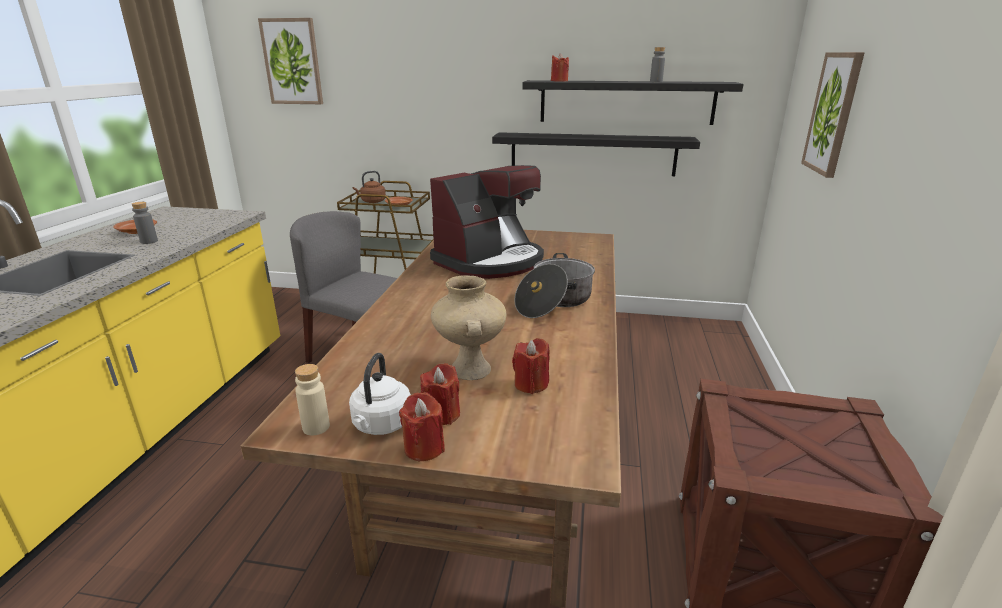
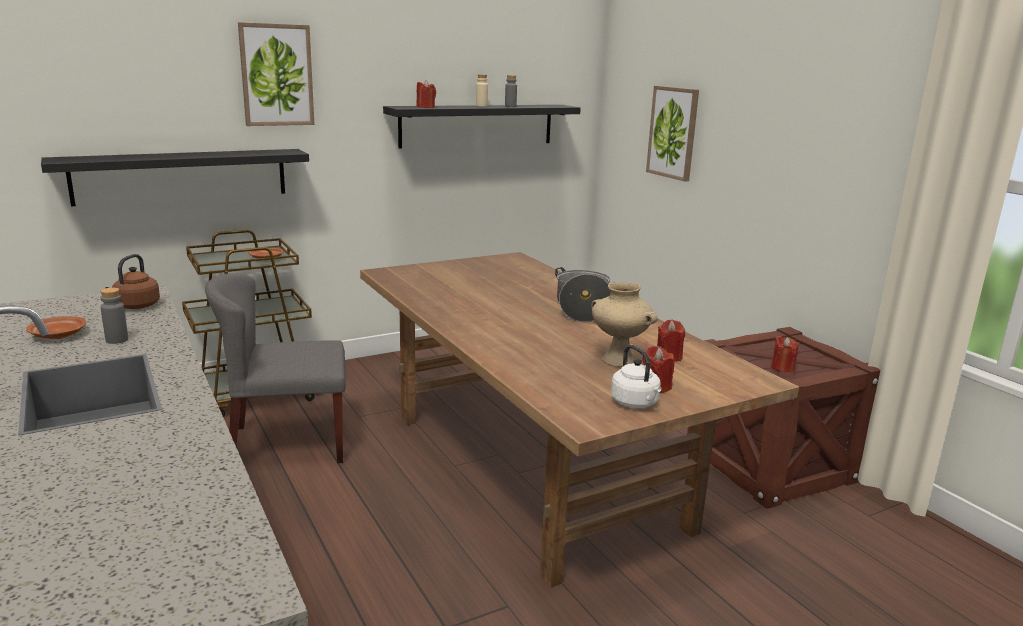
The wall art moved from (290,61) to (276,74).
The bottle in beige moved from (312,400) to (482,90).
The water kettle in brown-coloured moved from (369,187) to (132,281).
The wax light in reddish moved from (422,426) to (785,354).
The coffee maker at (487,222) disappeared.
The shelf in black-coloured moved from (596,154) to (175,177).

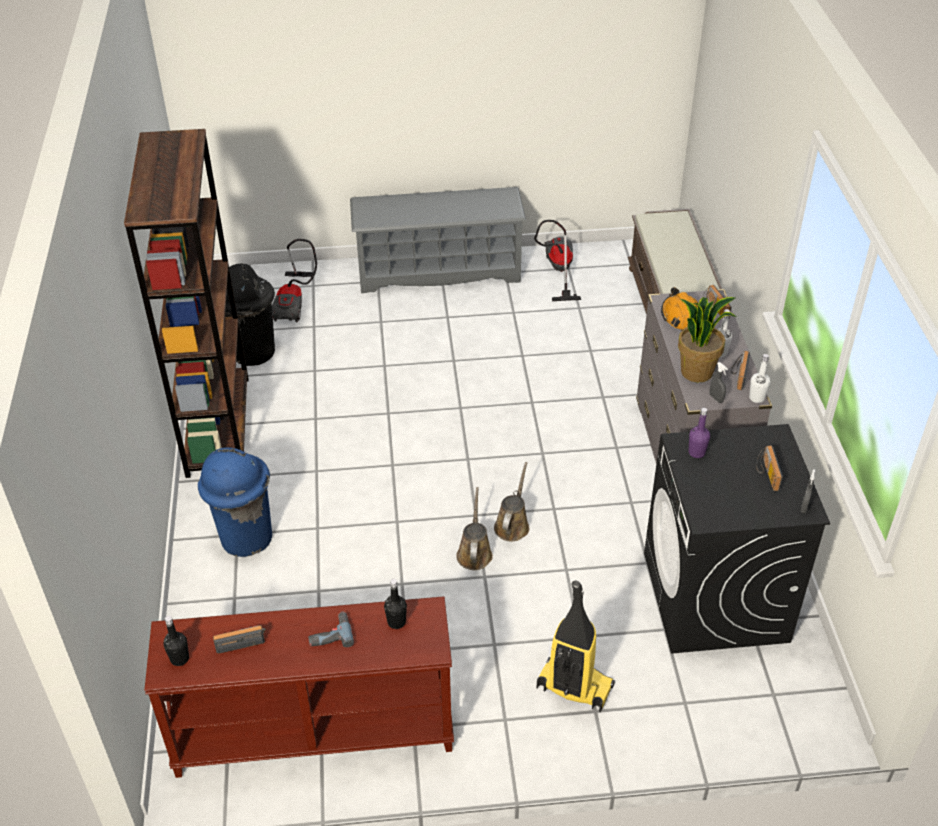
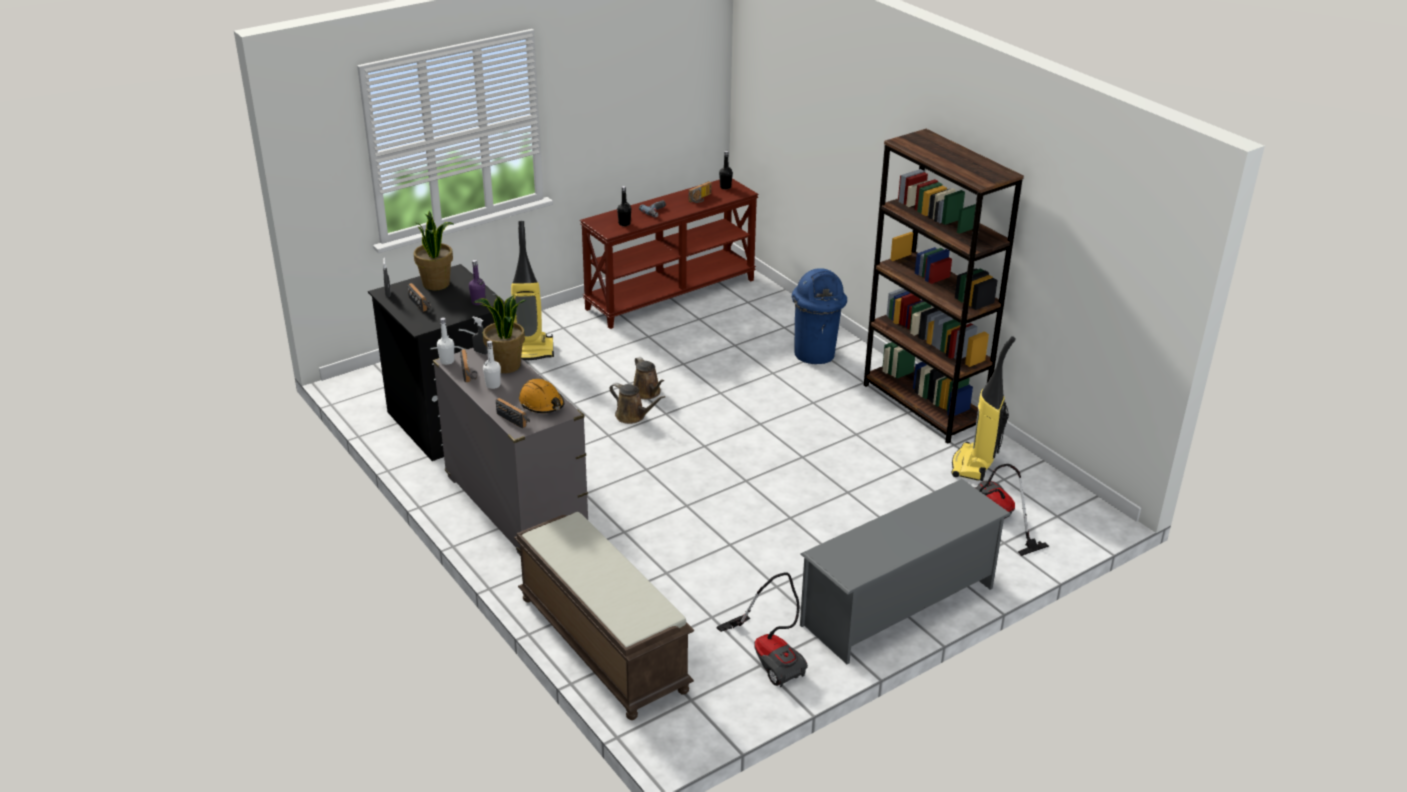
The trash can in black-coloured at (250,315) was replaced by the hoover at (983,408).
The watering pot in brown-coloured at (511,502) turned 45 degrees counterclockwise.
The plant in a pot at (434,250) appeared.

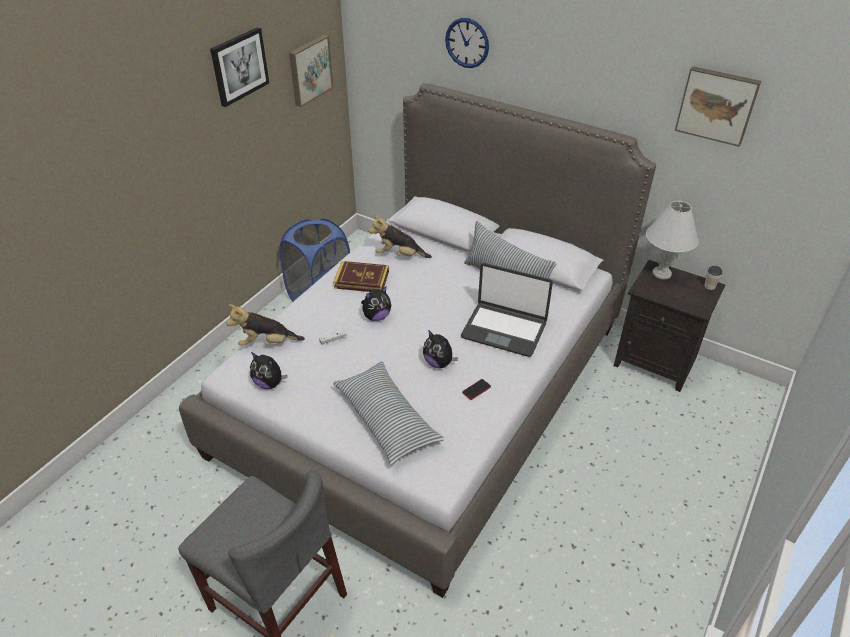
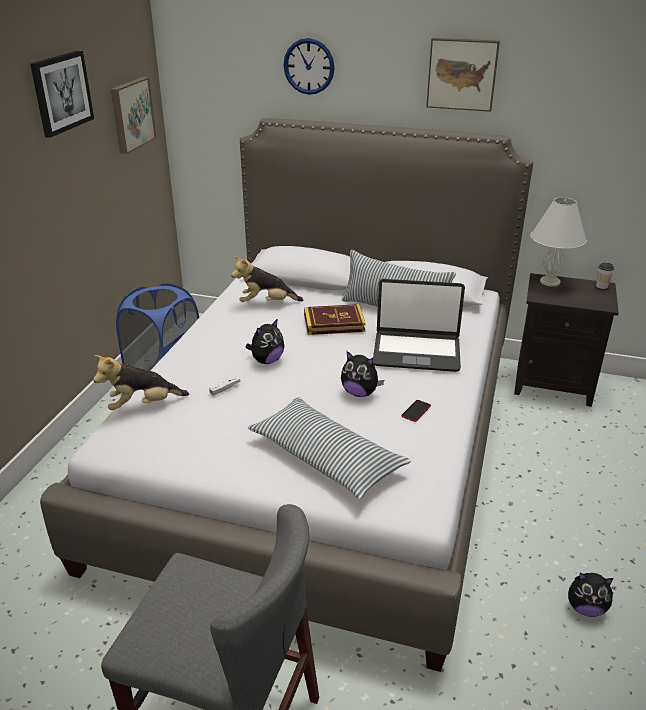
The cuddly toy moved from (269,370) to (591,595).
The bound book moved from (361,276) to (334,319).
The wall art moved from (718,106) to (463,75).

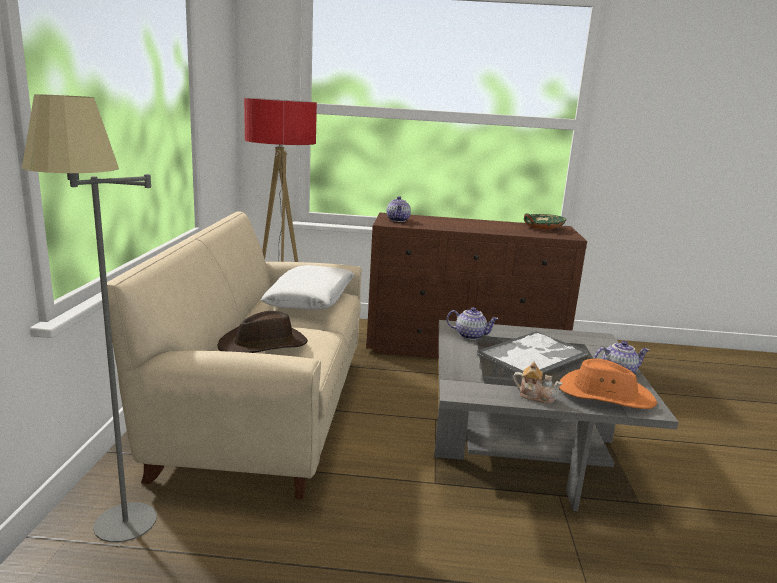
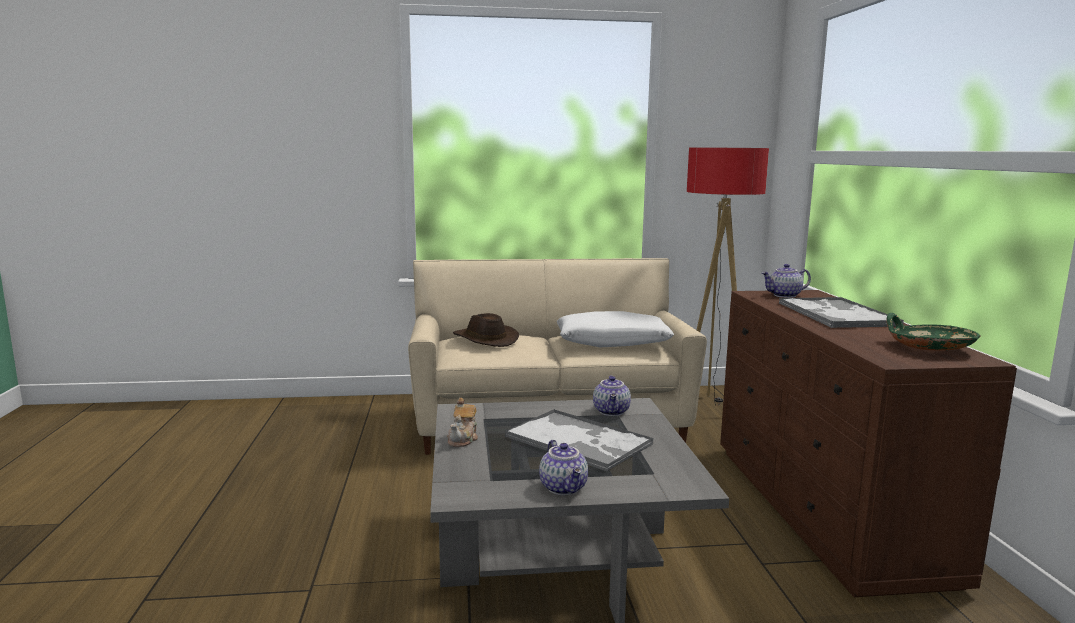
The standing lamp in gray at (89,318) disappeared.
The clothing hat in orangey at (608,384) disappeared.
The tray at (841,312) appeared.

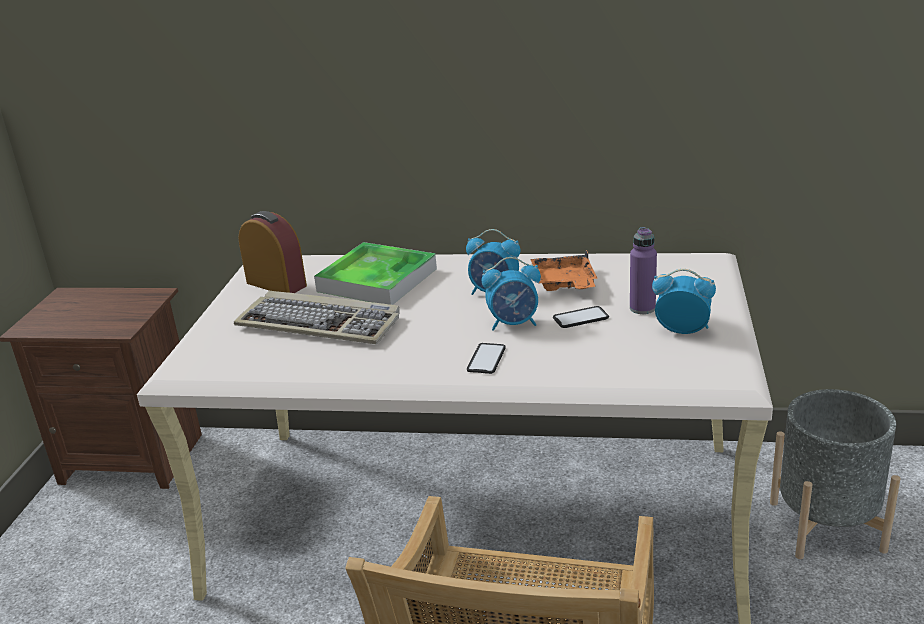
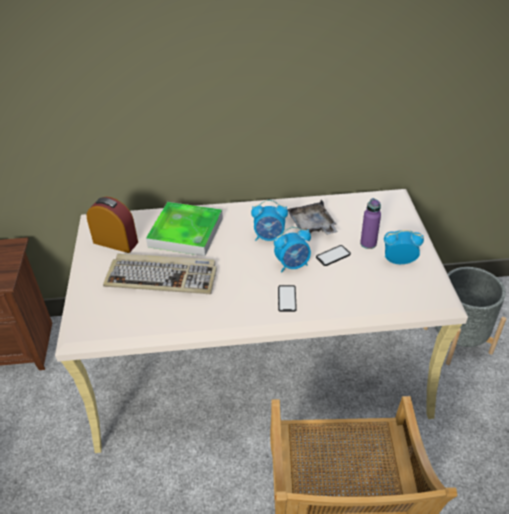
The tray in orangey at (563,270) became the tray in gray at (312,217).

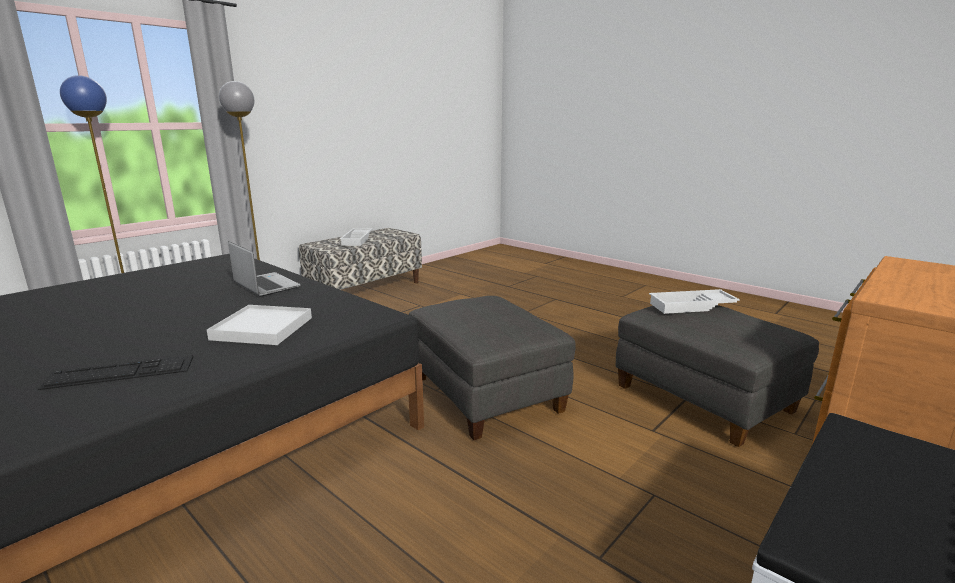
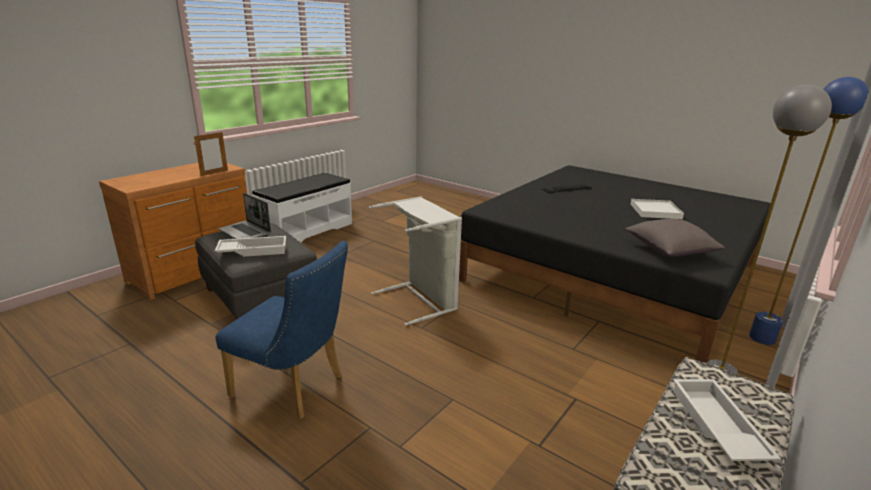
The tray in whitish moved from (259,325) to (657,209).
The portable computer moved from (264,269) to (244,216).
The pouffe in gray at (492,368) was replaced by the hamper in gray at (415,261).
The standing frame at (211,153) appeared.
The plain chair in blue at (282,330) appeared.
The throw pillow in gray at (675,238) appeared.

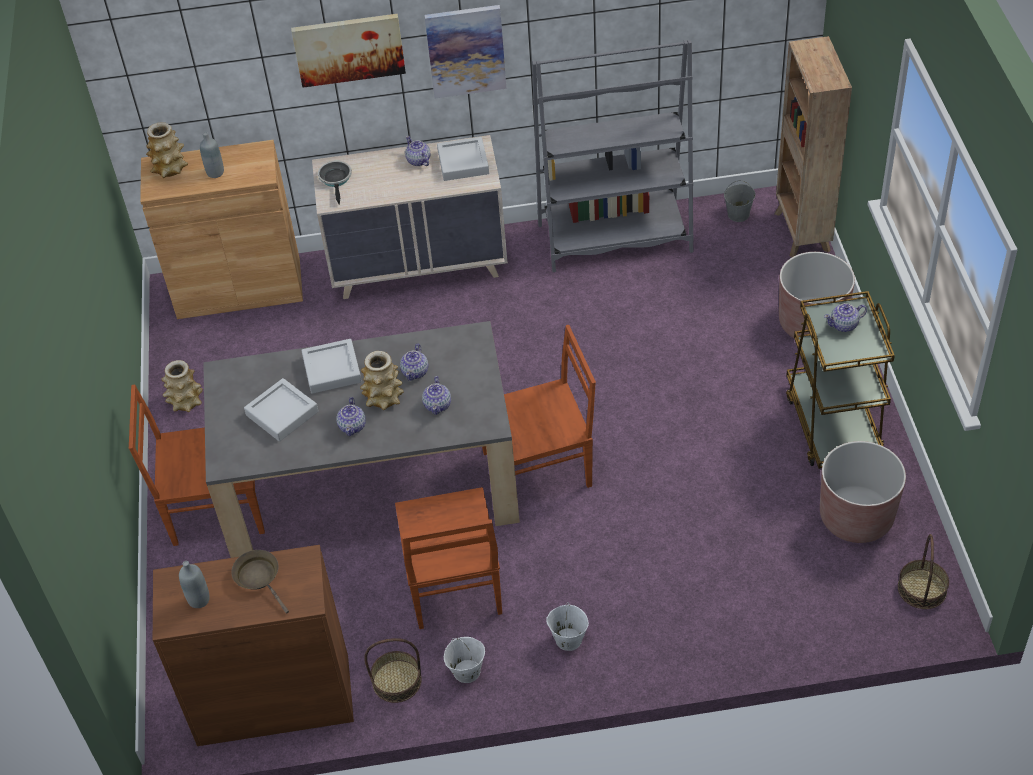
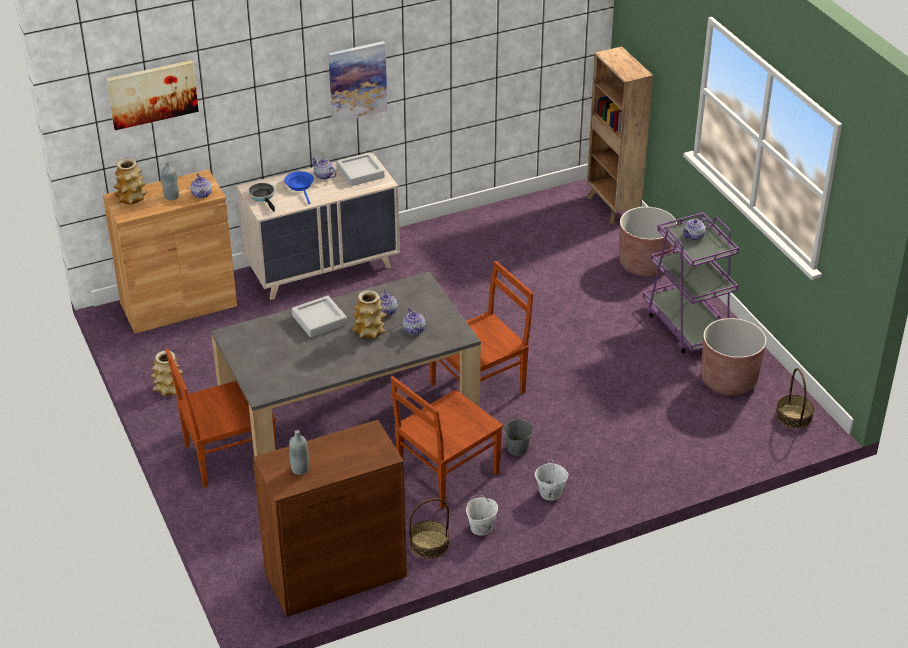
The skillet in brown-coloured at (260,581) disappeared.
The tray in gray at (281,410) disappeared.
The wall art moved from (348,51) to (152,95).
The teapot moved from (351,416) to (201,185).
The plain chair in brown-coloured at (448,558) turned 75 degrees clockwise.
The bookcase in gray at (613,156) disappeared.
The water bucket in gray moved from (739,201) to (518,436).
The cart in brown-coloured at (840,380) became the cart in purplish at (691,283).
The skillet in blue at (299,187) appeared.

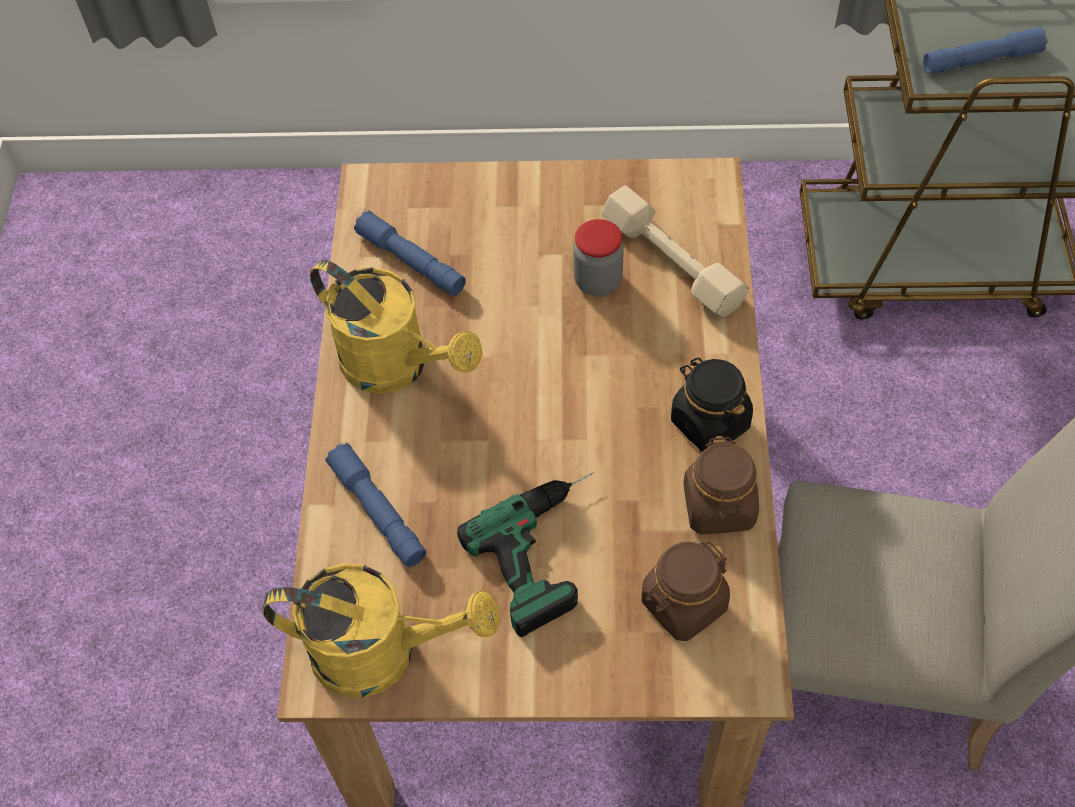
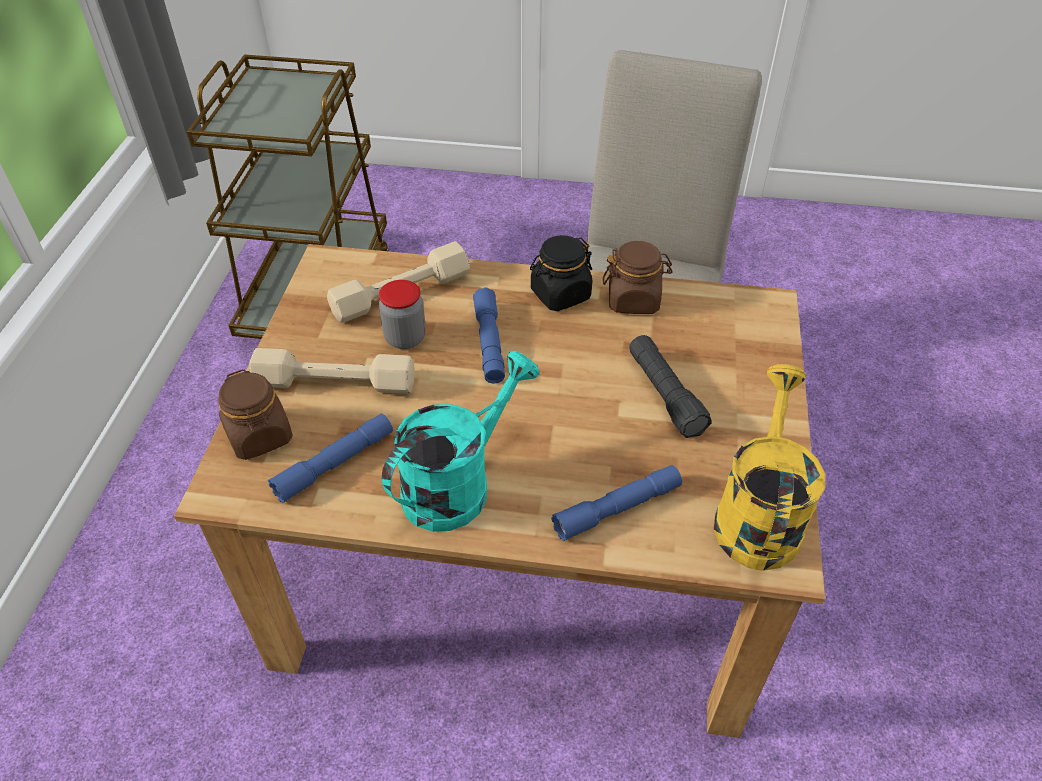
The watering pot in yellowish at (396,327) became the watering pot in blue-green at (461,441).
The drill at (525,554) was replaced by the hand torch in black-coloured at (670,386).
The storage jar in brown-coloured moved from (685,591) to (255,414).
The hand torch in blue moved from (985,50) to (489,335).
The free weight in beige at (332,371) appeared.

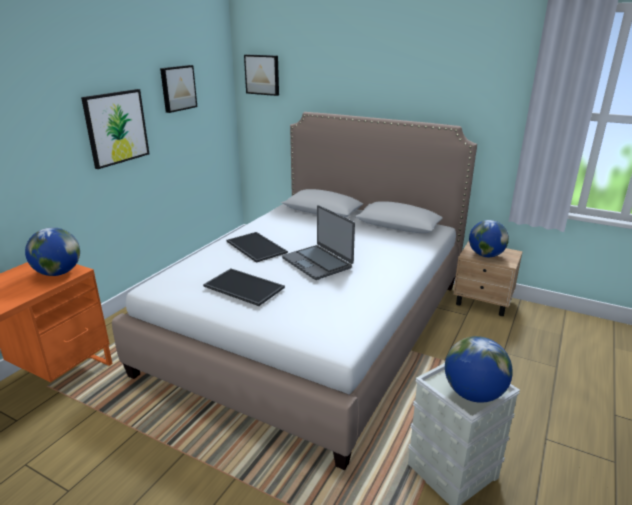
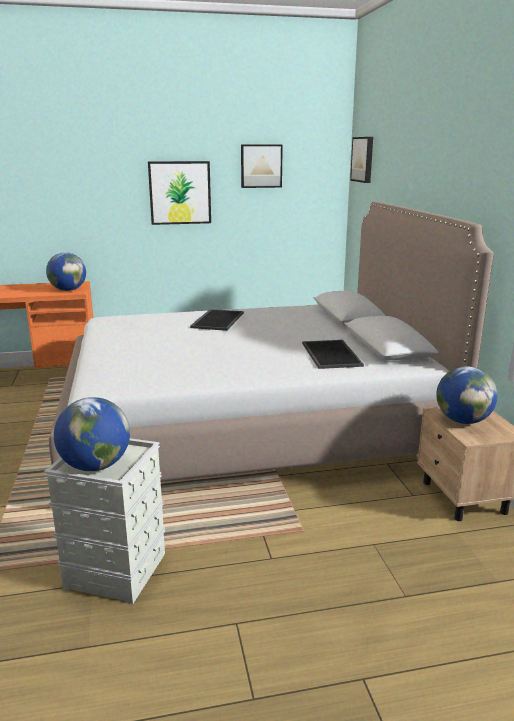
The tray moved from (244,287) to (333,354).
The portable computer at (318,242) disappeared.

